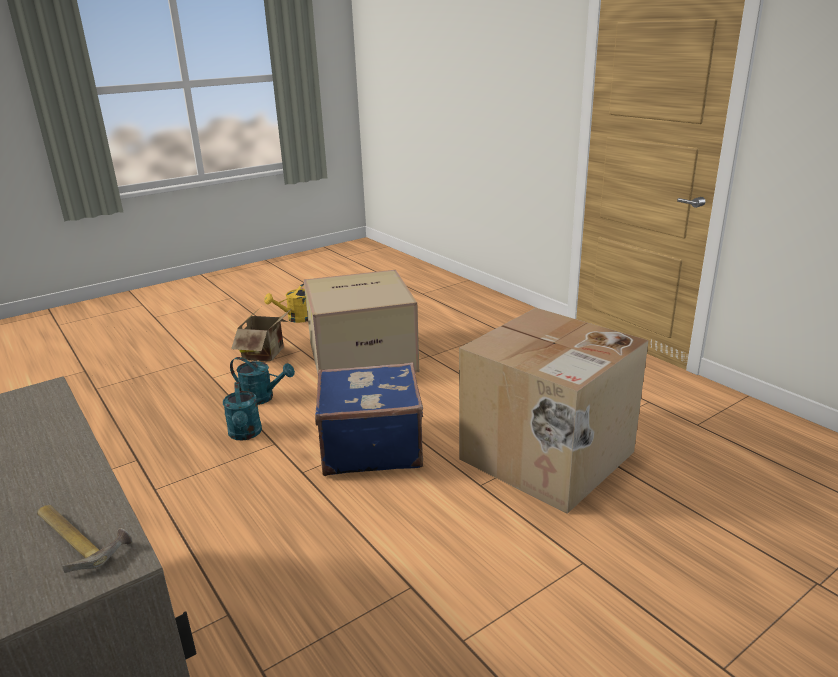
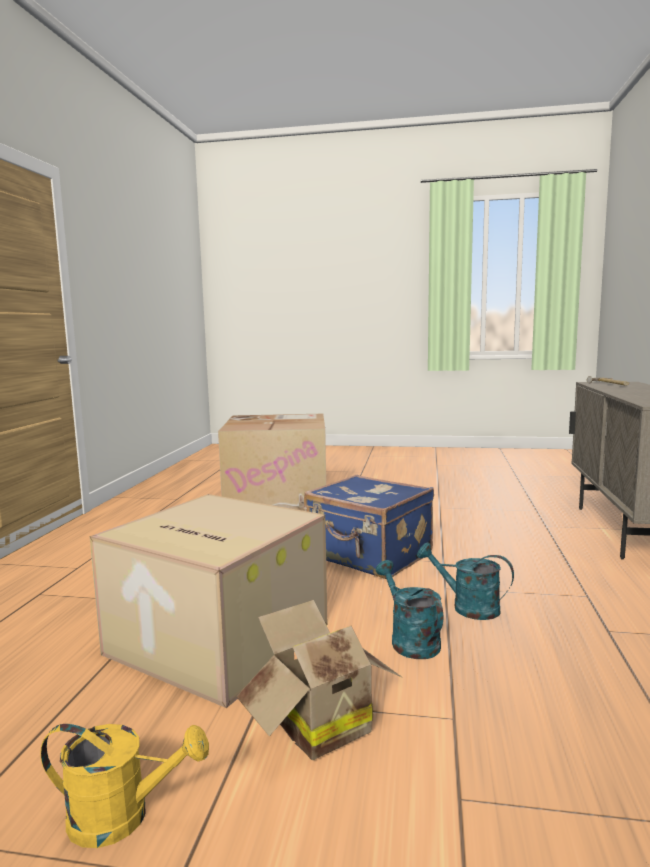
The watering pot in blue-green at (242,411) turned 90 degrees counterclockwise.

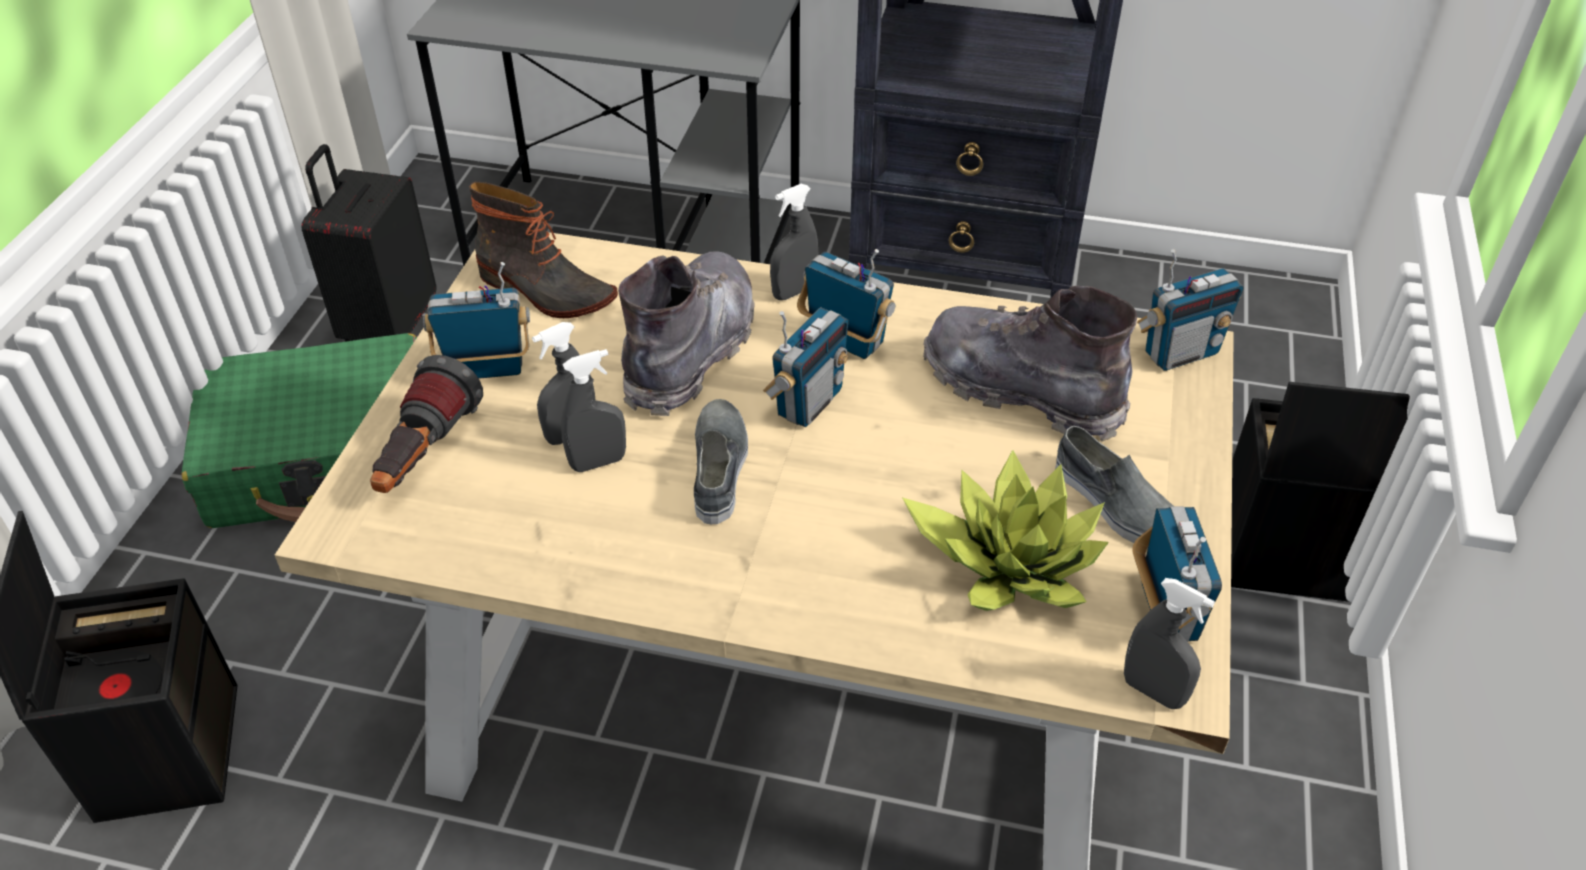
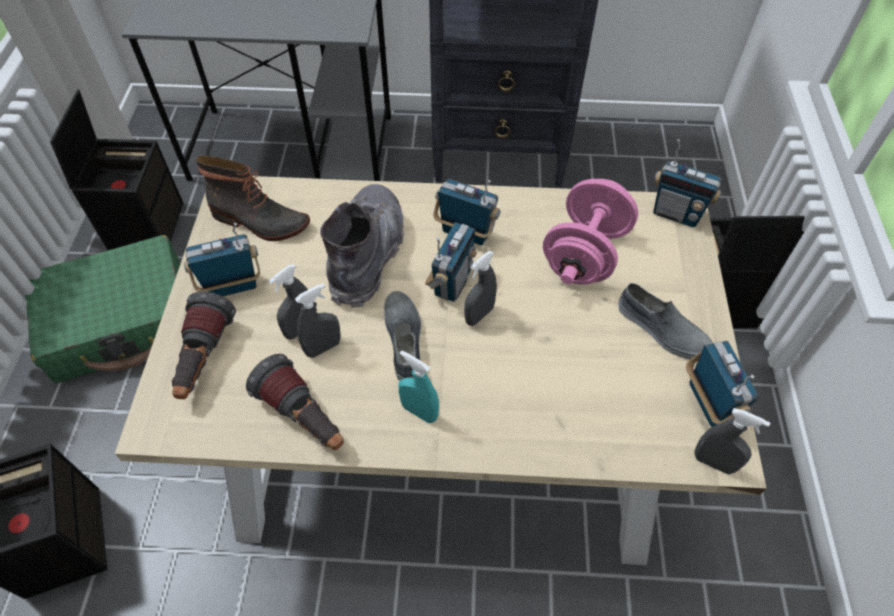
The suitcase in black-coloured at (368,243) was replaced by the storage container in black-coloured at (116,169).
The spray bottle in gray moved from (794,242) to (480,288).
The plant in a pot at (1005,530) disappeared.
The tall boot in gray at (1030,364) was replaced by the free weight in pinkish at (590,232).
The radio at (1190,310) turned 60 degrees clockwise.
The hand torch at (295,402) appeared.
The spray bottle in blue-green at (419,387) appeared.

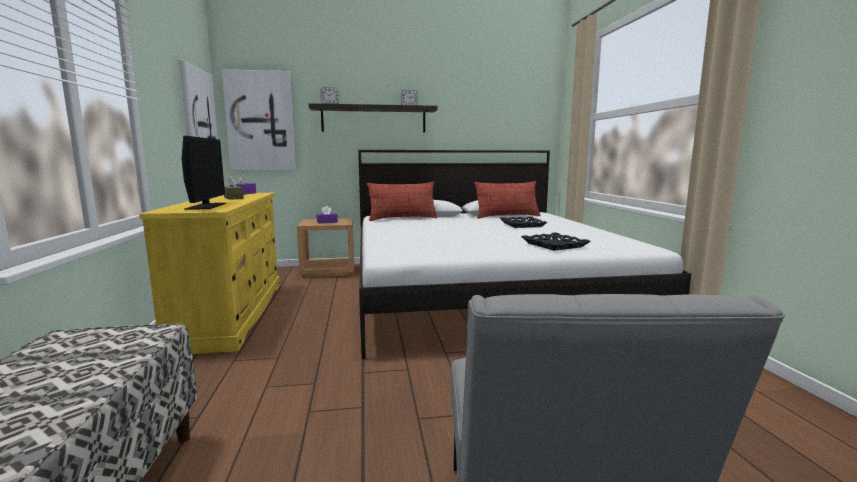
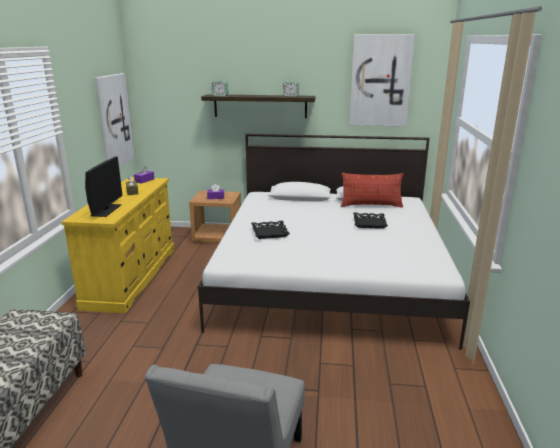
The wall art moved from (259,119) to (382,80).
The throw pillow at (402,201) disappeared.
The tray in black-coloured moved from (556,241) to (270,230).

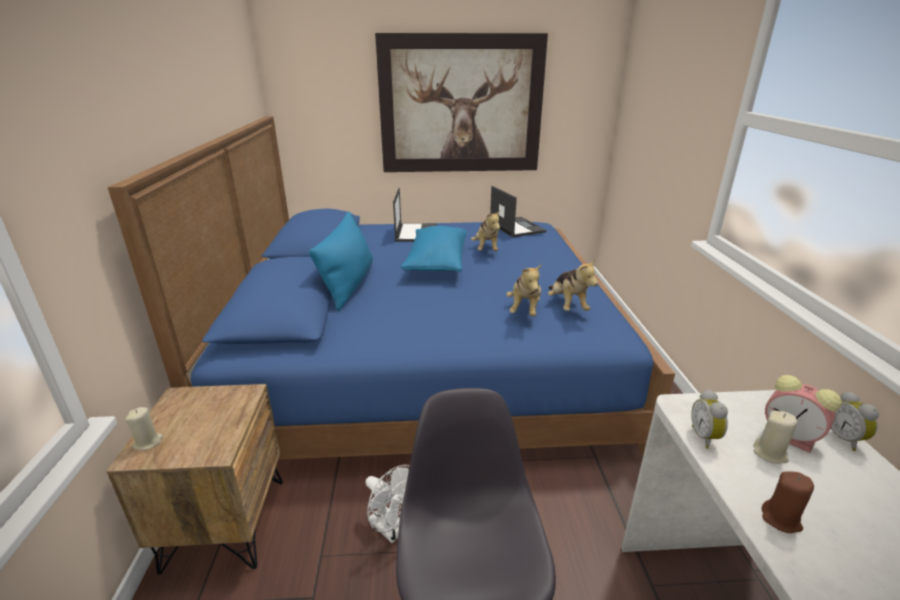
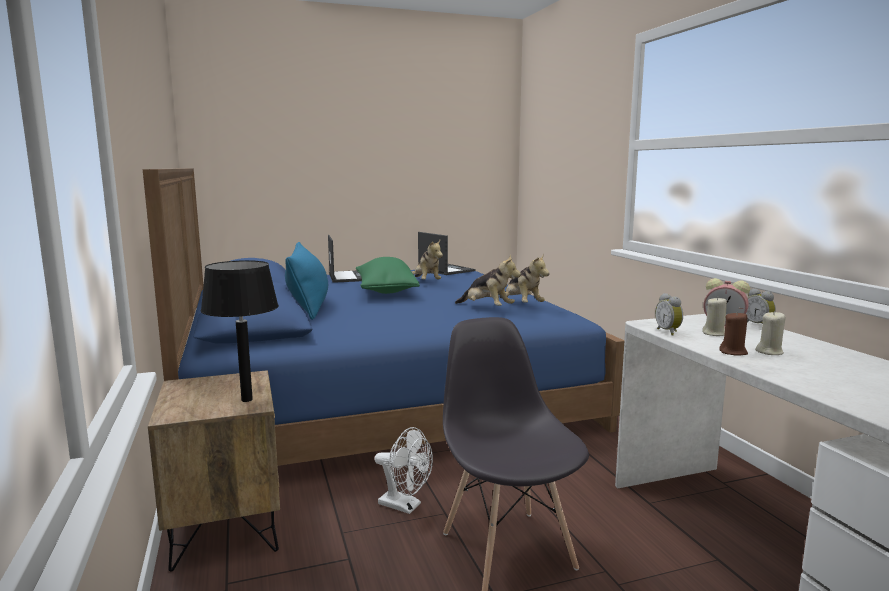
The wax light in beige moved from (144,429) to (770,333).
The wall art at (461,102) disappeared.
The throw pillow in blue at (434,249) became the throw pillow in greenish at (388,275).
The cuddly toy at (524,289) turned 45 degrees counterclockwise.
The lamp for a table in black-coloured at (240,331) appeared.

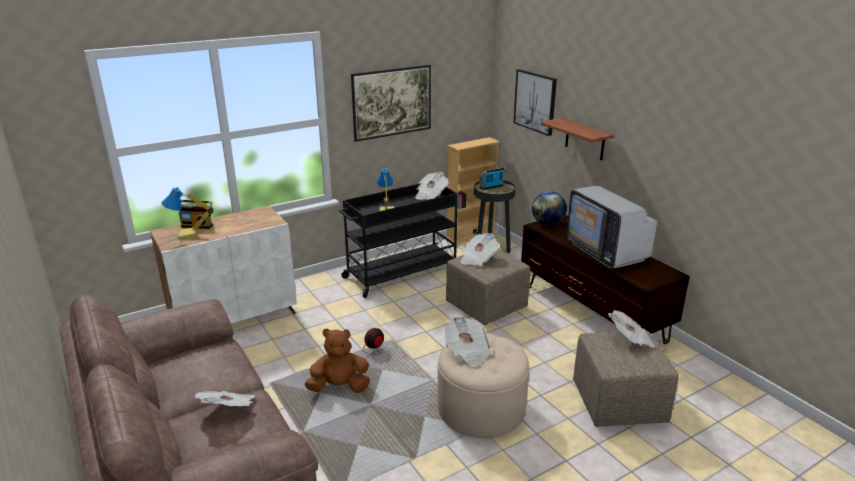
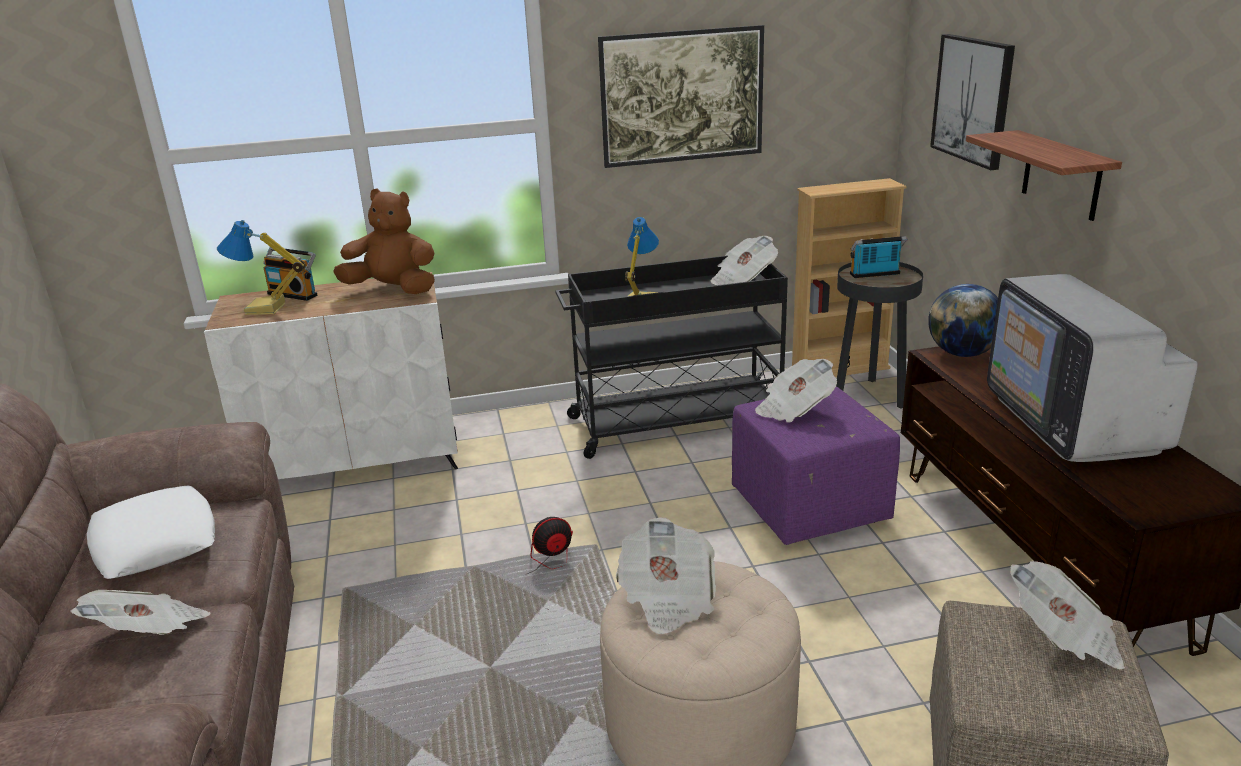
The cuddly toy in brown-coloured moved from (337,360) to (384,241).
The pouffe in beige at (488,287) became the pouffe in purplish at (816,466).
The throw pillow in whitish at (151,532) appeared.

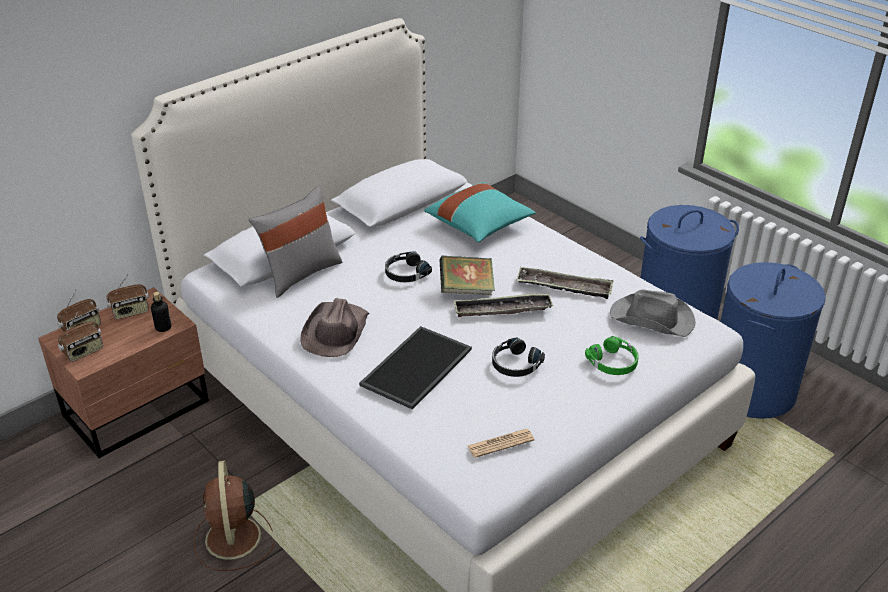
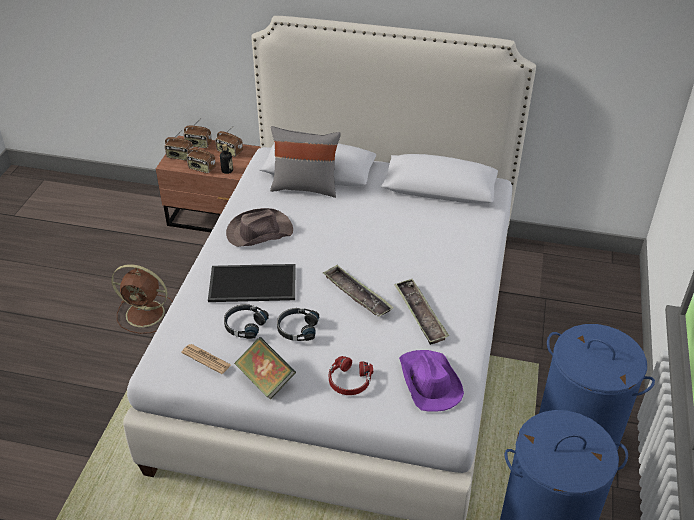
The electric fan in brown-coloured at (234,516) turned 120 degrees counterclockwise.
The headphones in black-coloured moved from (408,266) to (246,321).
The throw pillow in blue-green at (480,212) disappeared.
The bound book moved from (467,275) to (265,368).
The headphones in greenish at (612,355) became the headphones in reddish at (351,375).
The clothing hat in gray at (653,313) became the clothing hat in purplish at (431,381).
The radio at (201,157) appeared.

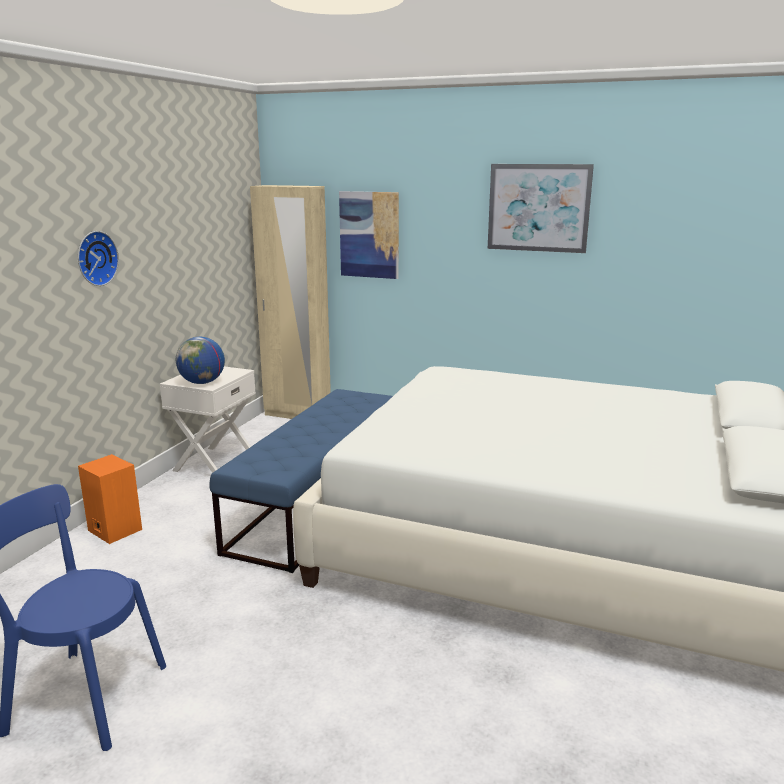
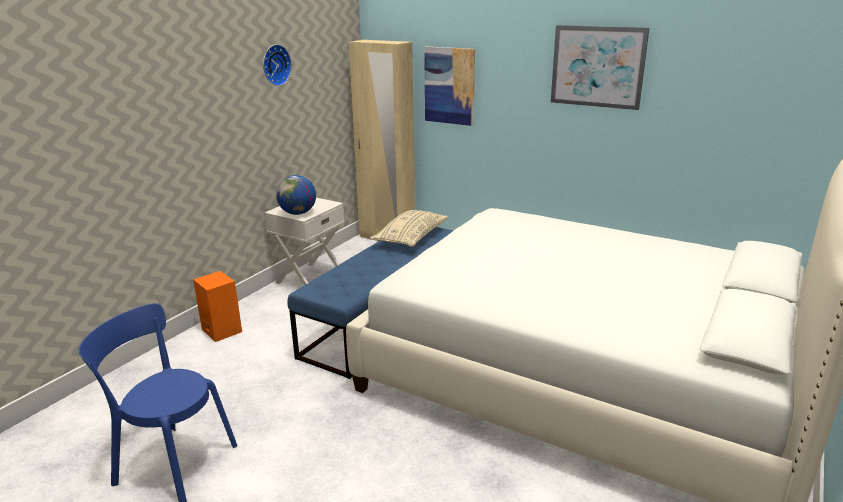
The clock on the wall moved from (98,258) to (277,65).
The throw pillow in beige at (409,228) appeared.

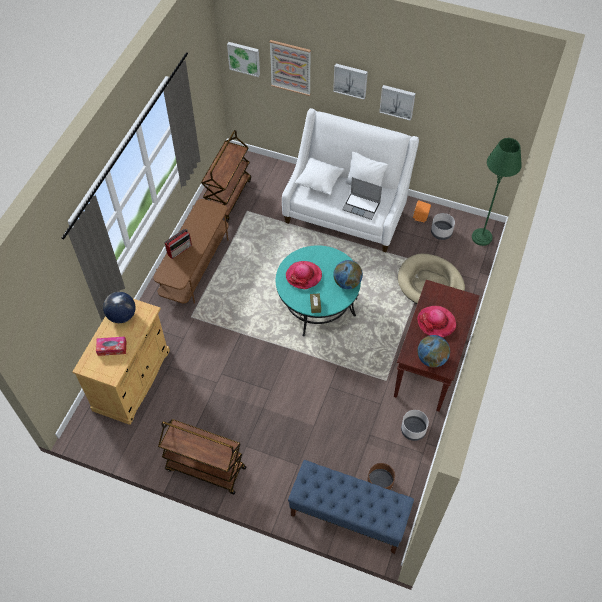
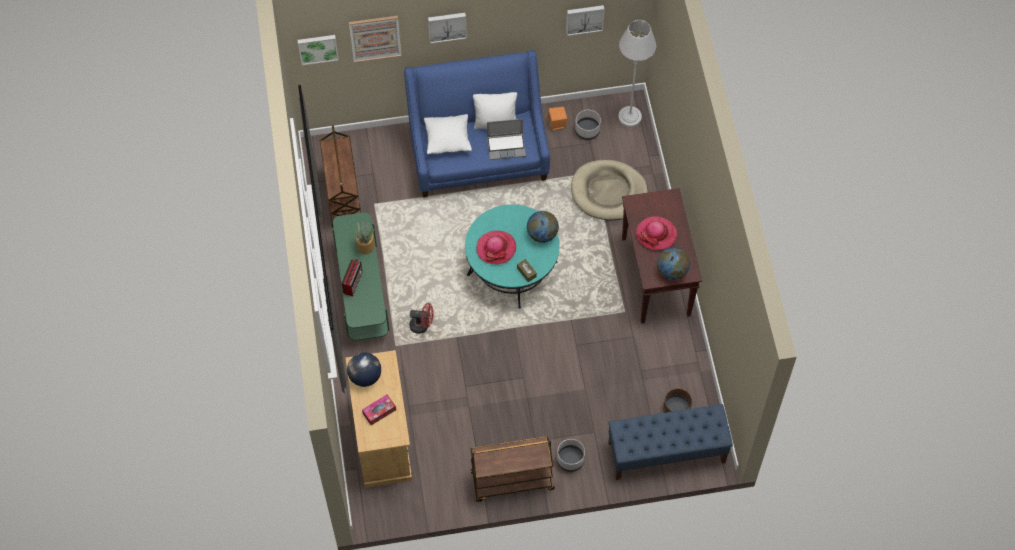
The tv unit in brown-coloured at (191,251) became the tv unit in greenish at (360,276).
The settee in whitish at (350,180) became the settee in blue at (477,124).
The wall art moved from (397,103) to (585,20).
The plant pot in gray moved from (415,425) to (571,455).
The standing lamp in greenish at (497,192) became the standing lamp in gray at (637,73).
The plant in a pot at (365,238) appeared.
The electric fan in reddish at (422,318) appeared.

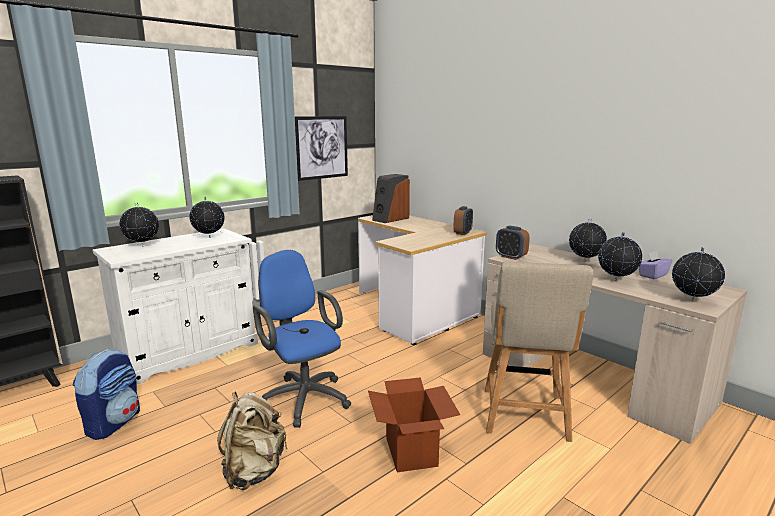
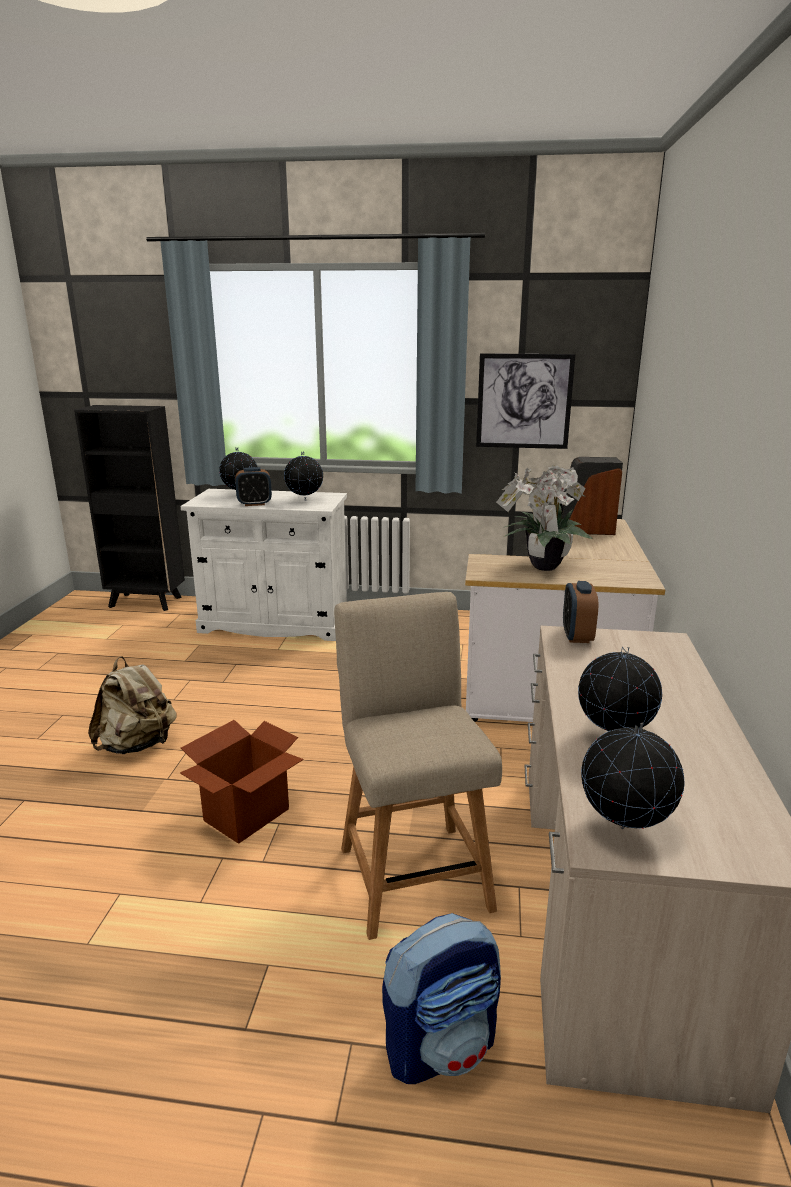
The rucksack moved from (106,394) to (441,998).
The computer chair in blue at (302,339) disappeared.
The alarm clock moved from (463,220) to (253,486).
The plain chair in beige at (539,351) turned 105 degrees clockwise.
The world globe at (588,240) disappeared.
The tissue holder in purplish at (655,265) disappeared.
The plant in a pot at (544,518) appeared.

